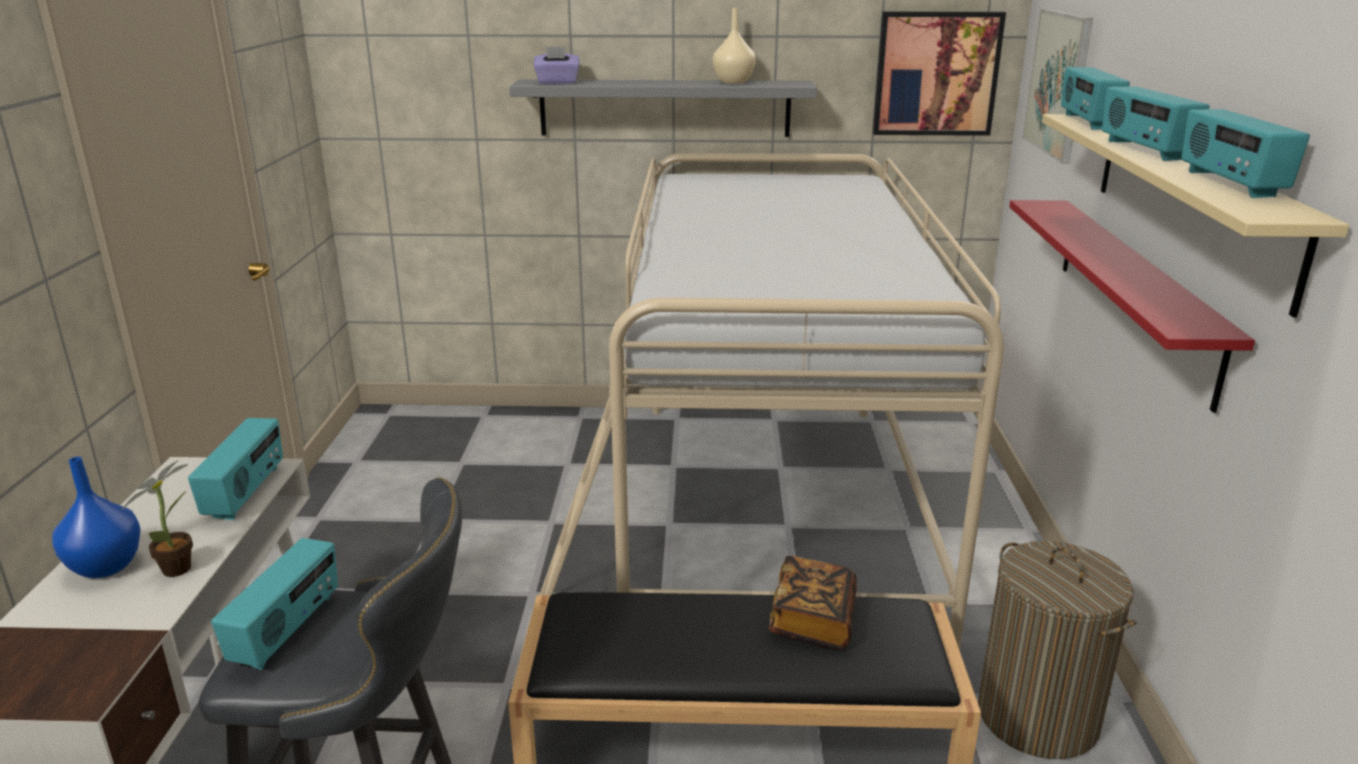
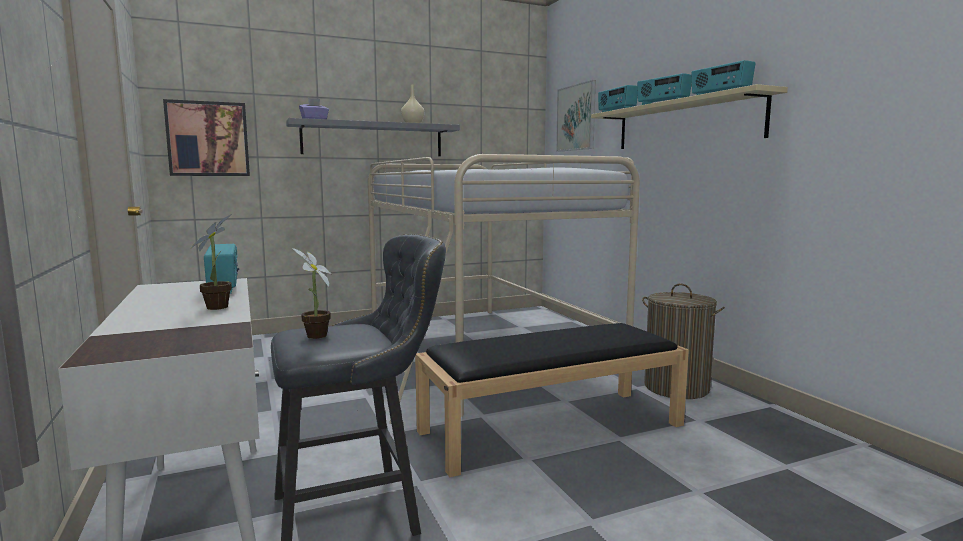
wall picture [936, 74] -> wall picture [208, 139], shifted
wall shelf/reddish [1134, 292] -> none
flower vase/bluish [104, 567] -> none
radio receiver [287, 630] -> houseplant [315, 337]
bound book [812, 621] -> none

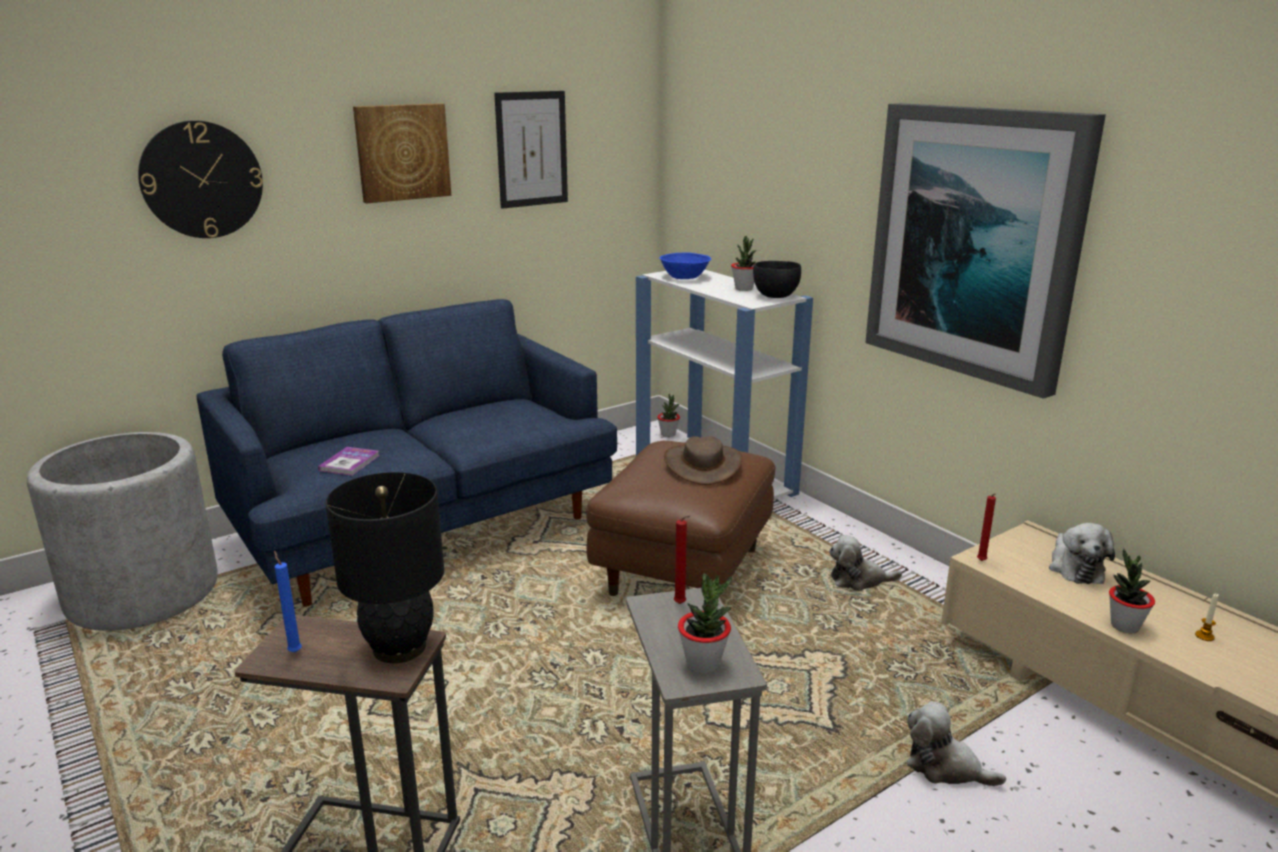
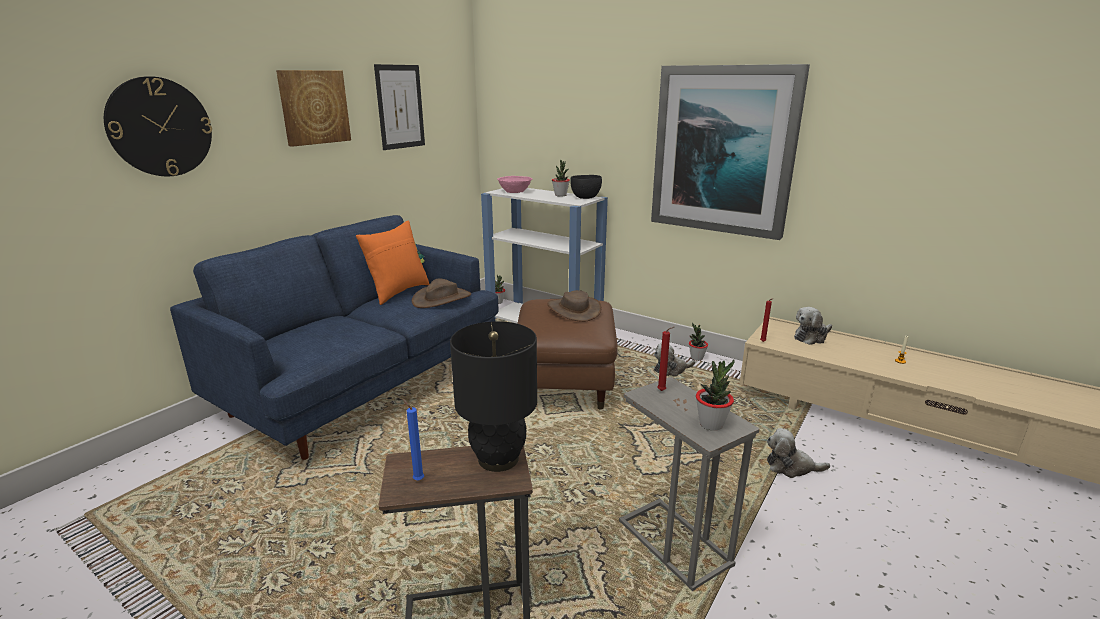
serving bowl/bluish [685, 277] -> serving bowl/pink [515, 192]
planter/gray [143, 592] -> none
bound book [349, 463] -> none
cuddly toy [1075, 567] -> cuddly toy [811, 337], 75 degrees clockwise
houseplant [1124, 626] -> houseplant [696, 358], shifted
none -> pillow/orange [398, 293]
none -> clothing hat/brownish [441, 299]

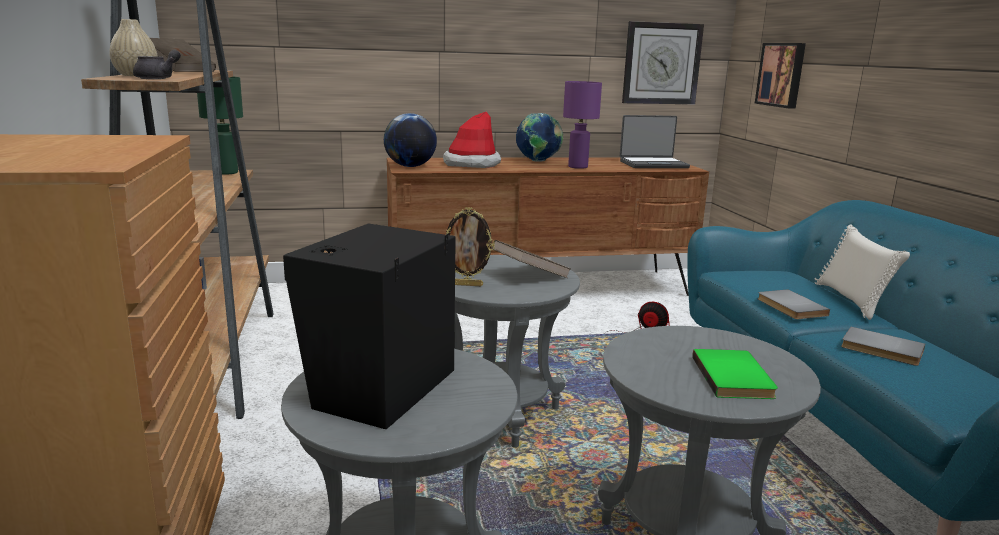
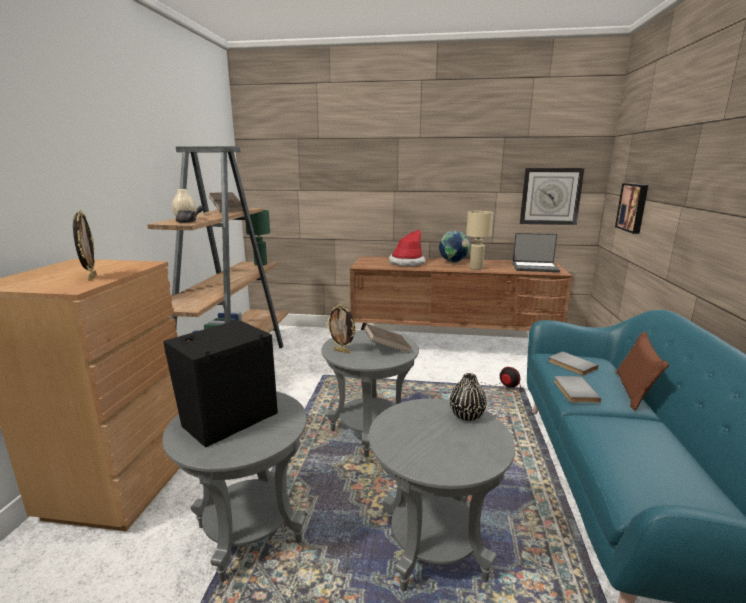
table lamp/purple [577, 167] -> table lamp/beige-coloured [476, 268]
world globe [410, 166] -> none
pillow/white [852, 301] -> pillow/brownish [634, 391]
bound book/gray [881, 350] -> bound book/gray [571, 365], shifted
bound book/greenish [735, 377] -> none
none -> standing frame [91, 277]
none -> flower vase/blackish [466, 416]

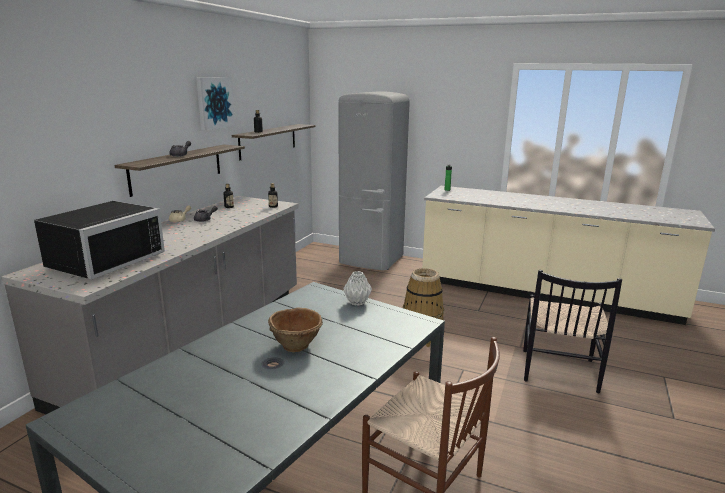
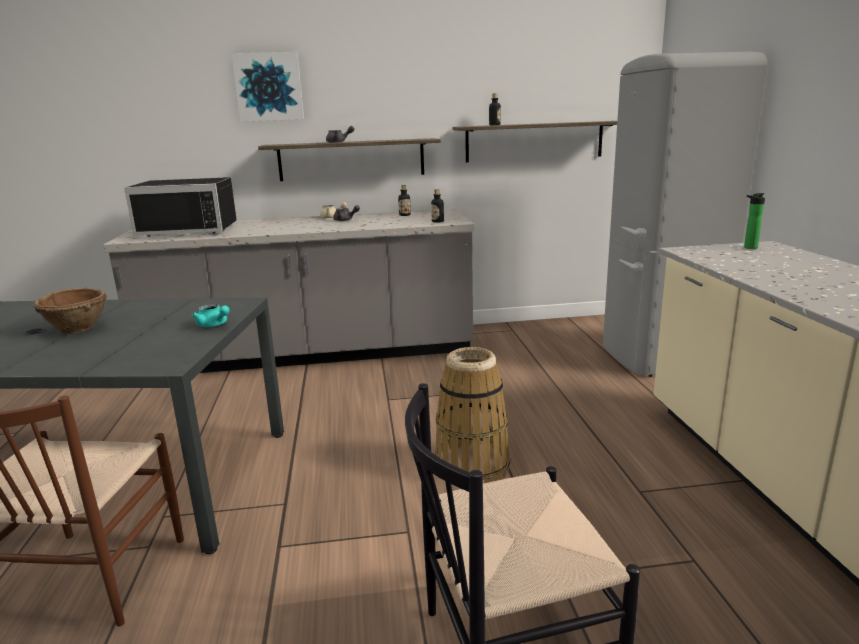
wall picture [215, 103] -> wall picture [269, 87], shifted
flower vase/gray [357, 302] -> teapot/turquoise [214, 325]

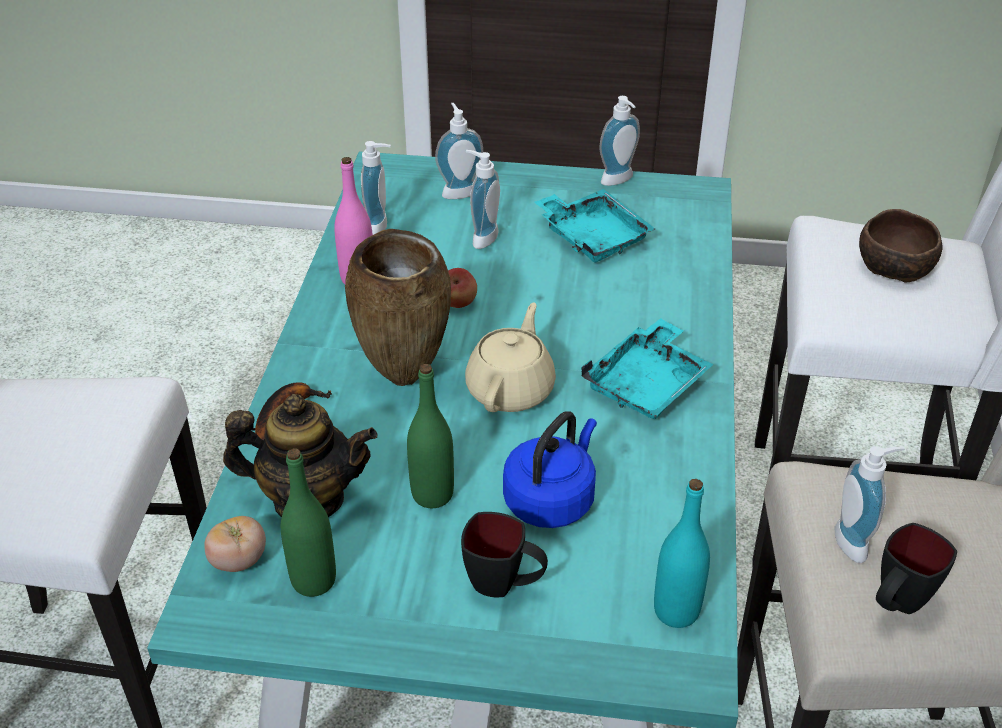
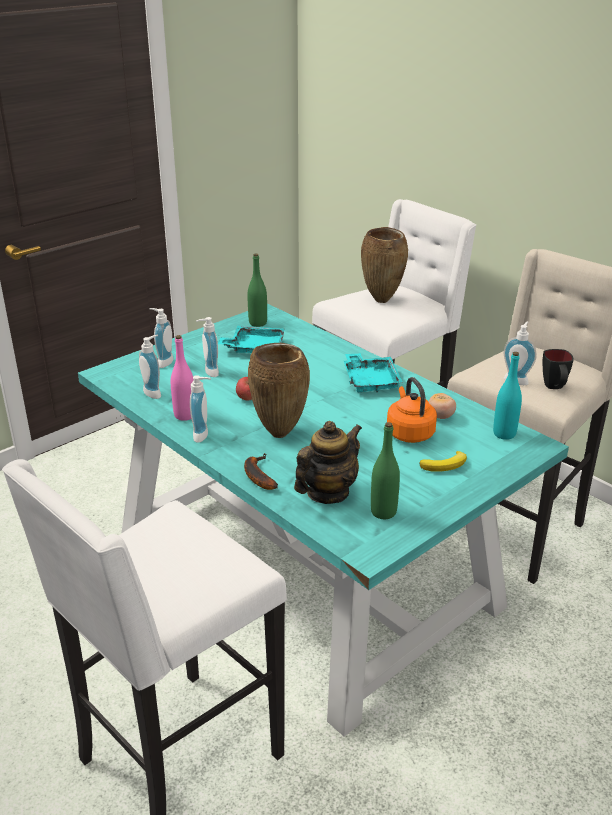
soap dispenser [619, 181] -> soap dispenser [204, 435], shifted
serving bowl/brownish [895, 267] -> flower vase/brownish [382, 301]
teapot/beige-coloured [511, 389] -> none
bottle/greenish [432, 494] -> bottle/greenish [258, 323], shifted
tea kettle/bluish [551, 499] -> tea kettle/orange [409, 432]
coffee mug/blackish [505, 585] -> banana [445, 465]
fresh tomato [239, 560] -> fresh tomato [441, 416], shifted

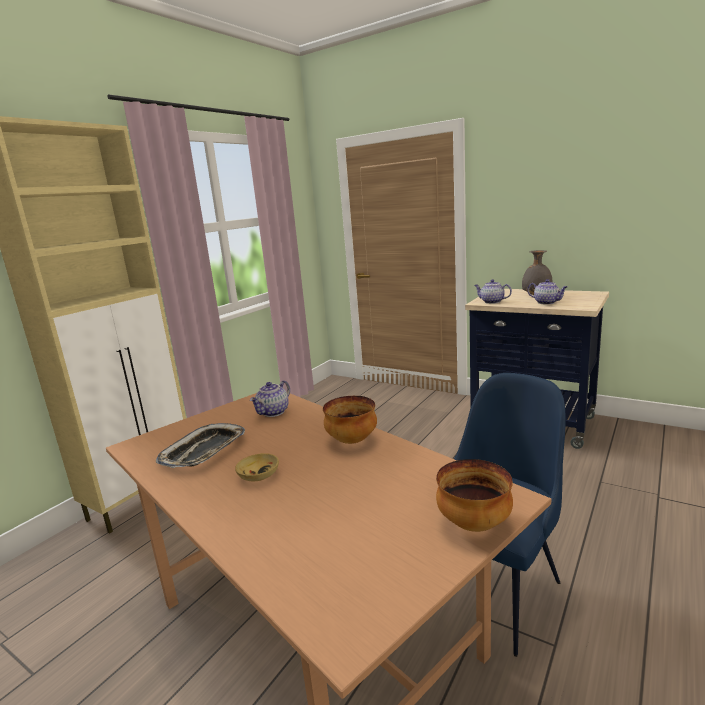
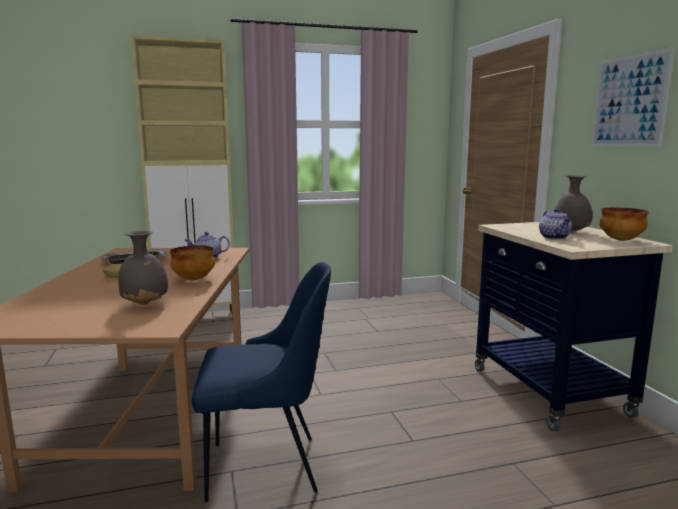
teapot [491, 302] -> none
serving bowl [473, 523] -> serving bowl [621, 240], shifted
none -> wall picture [629, 101]
none -> flower vase/gray [146, 304]

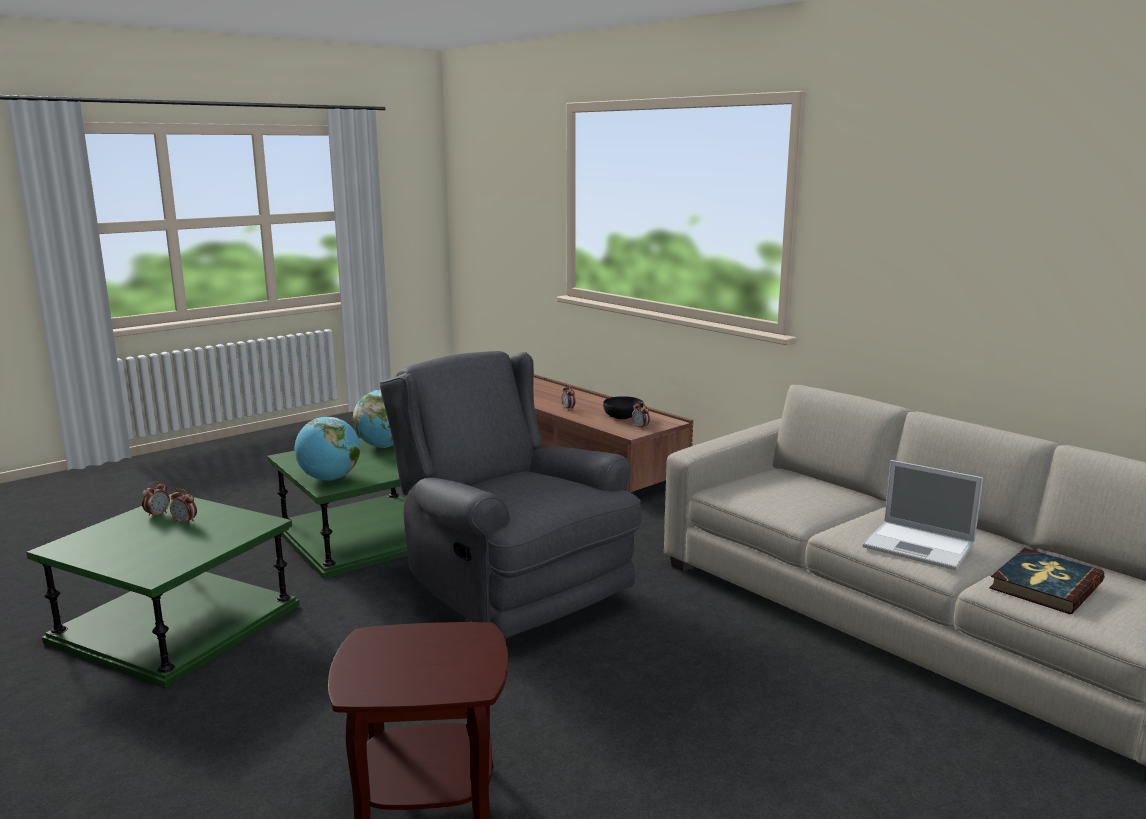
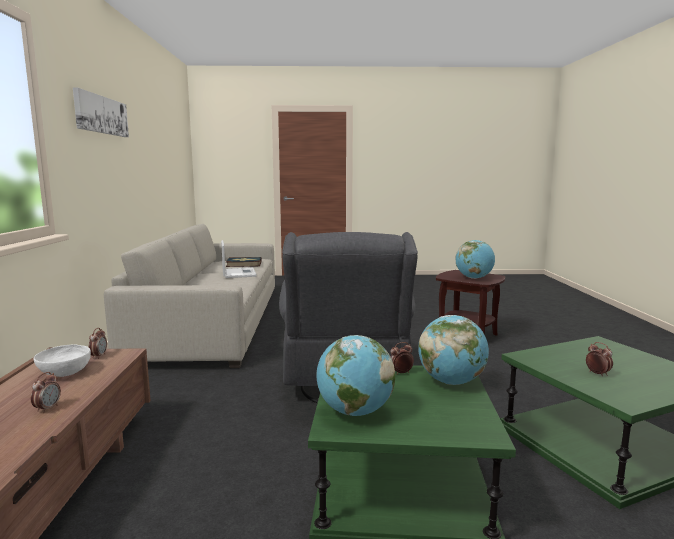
serving bowl/blackish [623, 417] -> serving bowl/white [64, 373]
alarm clock [158, 514] -> alarm clock [401, 373], shifted
none -> wall picture [101, 115]
none -> world globe [474, 278]

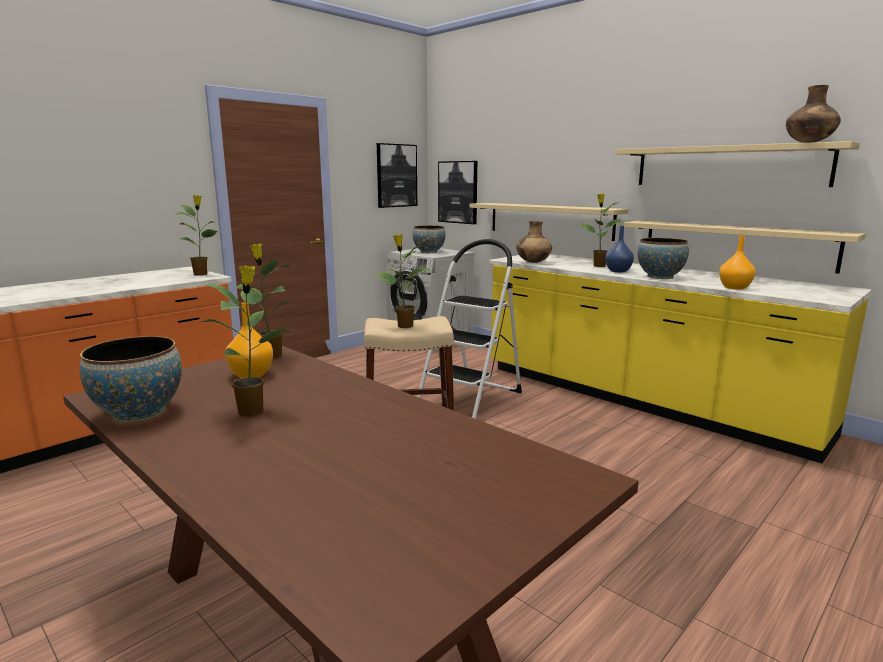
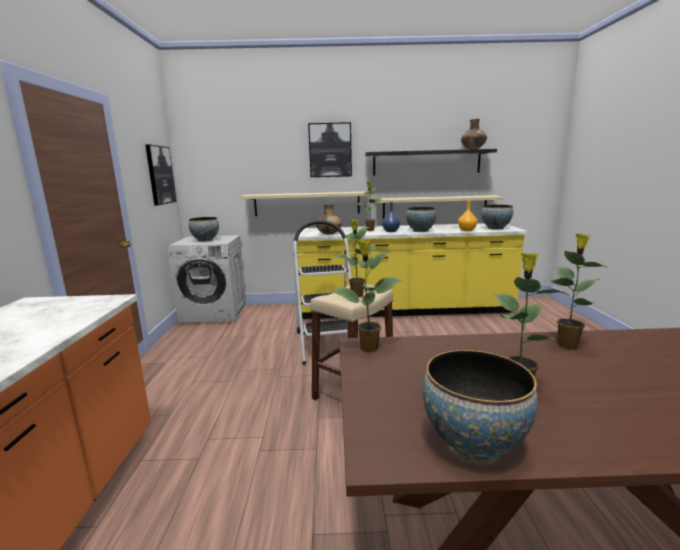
wall shelf/beige-coloured [728, 166] -> wall shelf/blackish [426, 162]
wall picture [458, 192] -> wall picture [330, 150], shifted
houseplant [201, 274] -> houseplant [567, 344], shifted
flower vase/orange [251, 374] -> none
none -> serving bowl [495, 228]

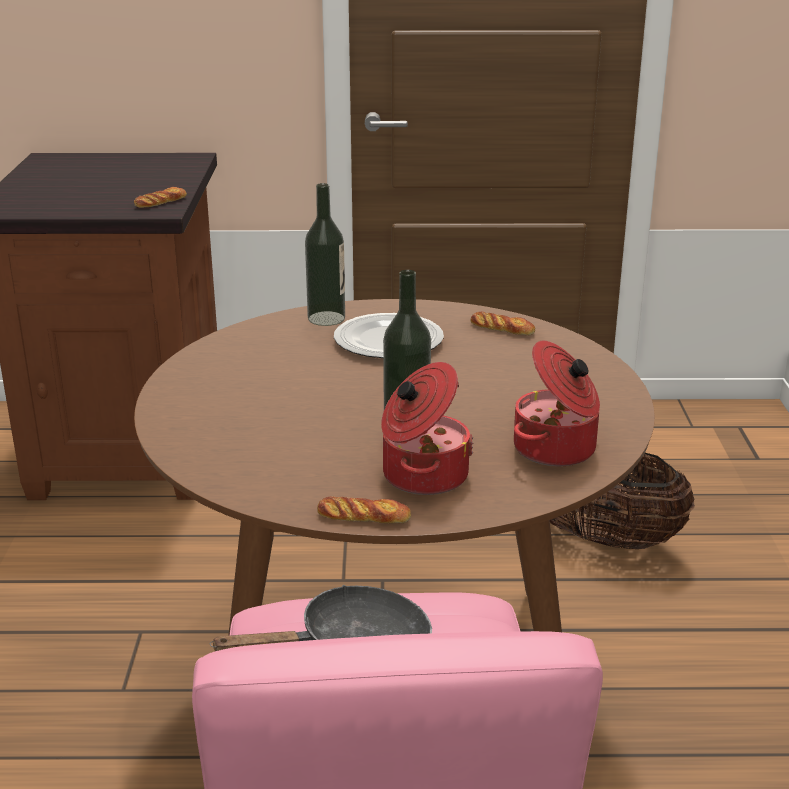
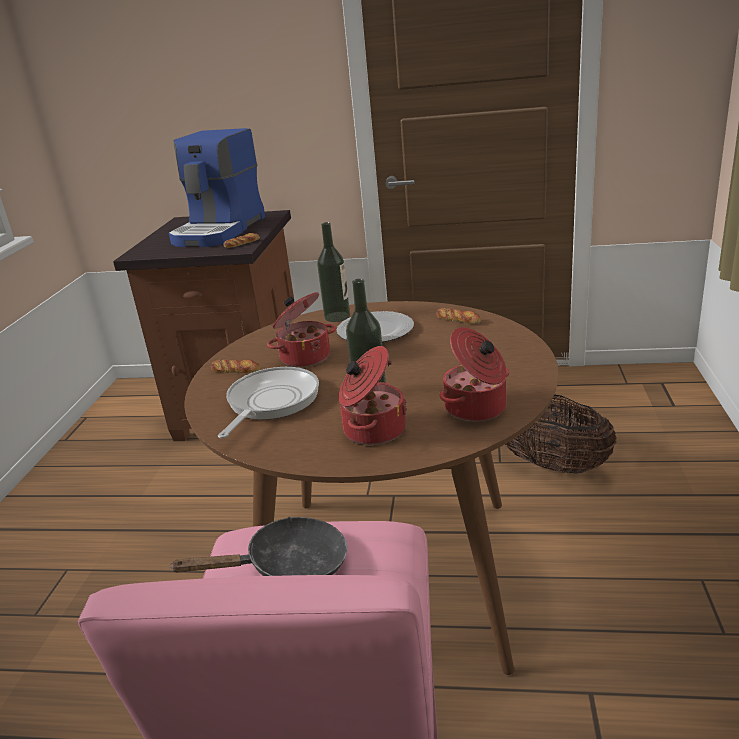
bakery bread [364, 517] -> bakery bread [236, 370], shifted
none -> coffee brewer [220, 231]
none -> stockpot [304, 356]
none -> skillet [270, 402]

